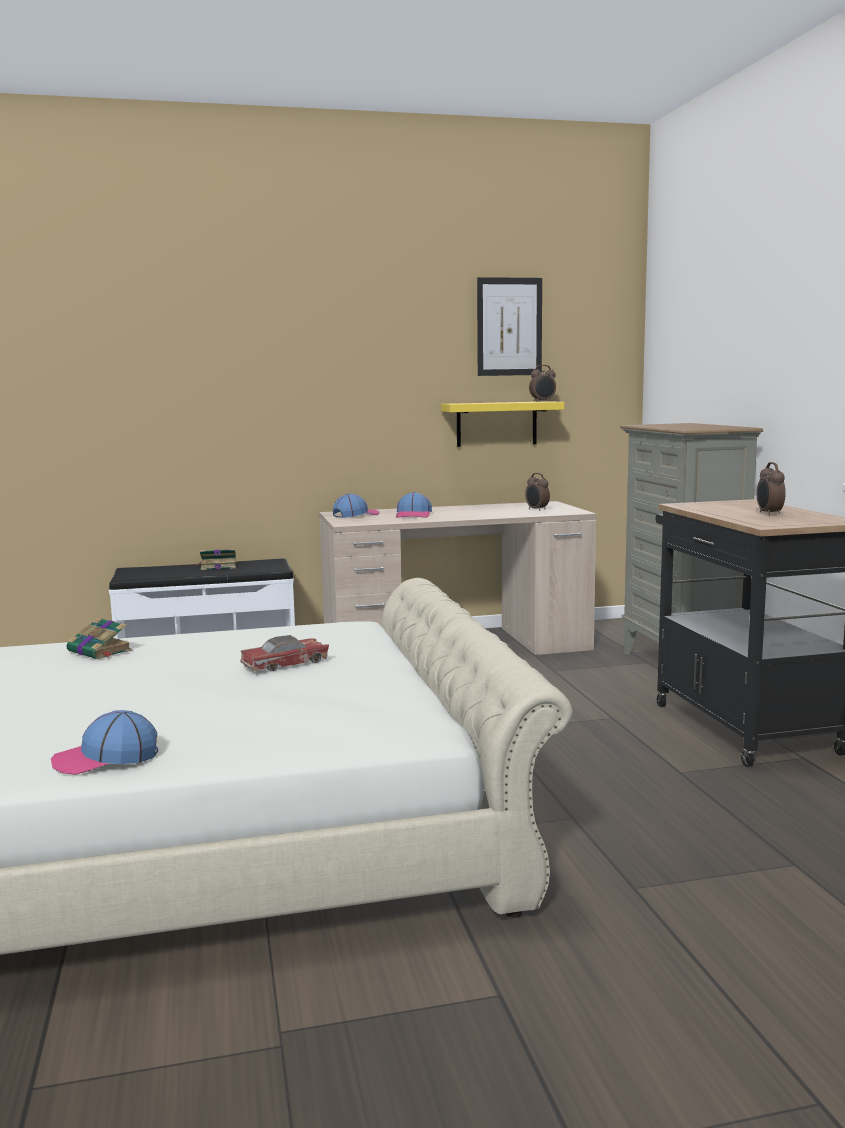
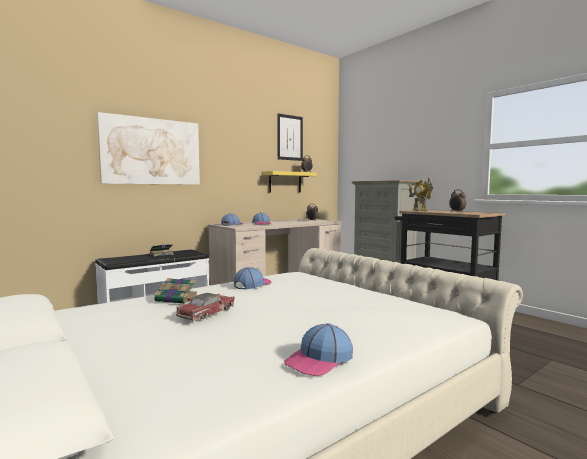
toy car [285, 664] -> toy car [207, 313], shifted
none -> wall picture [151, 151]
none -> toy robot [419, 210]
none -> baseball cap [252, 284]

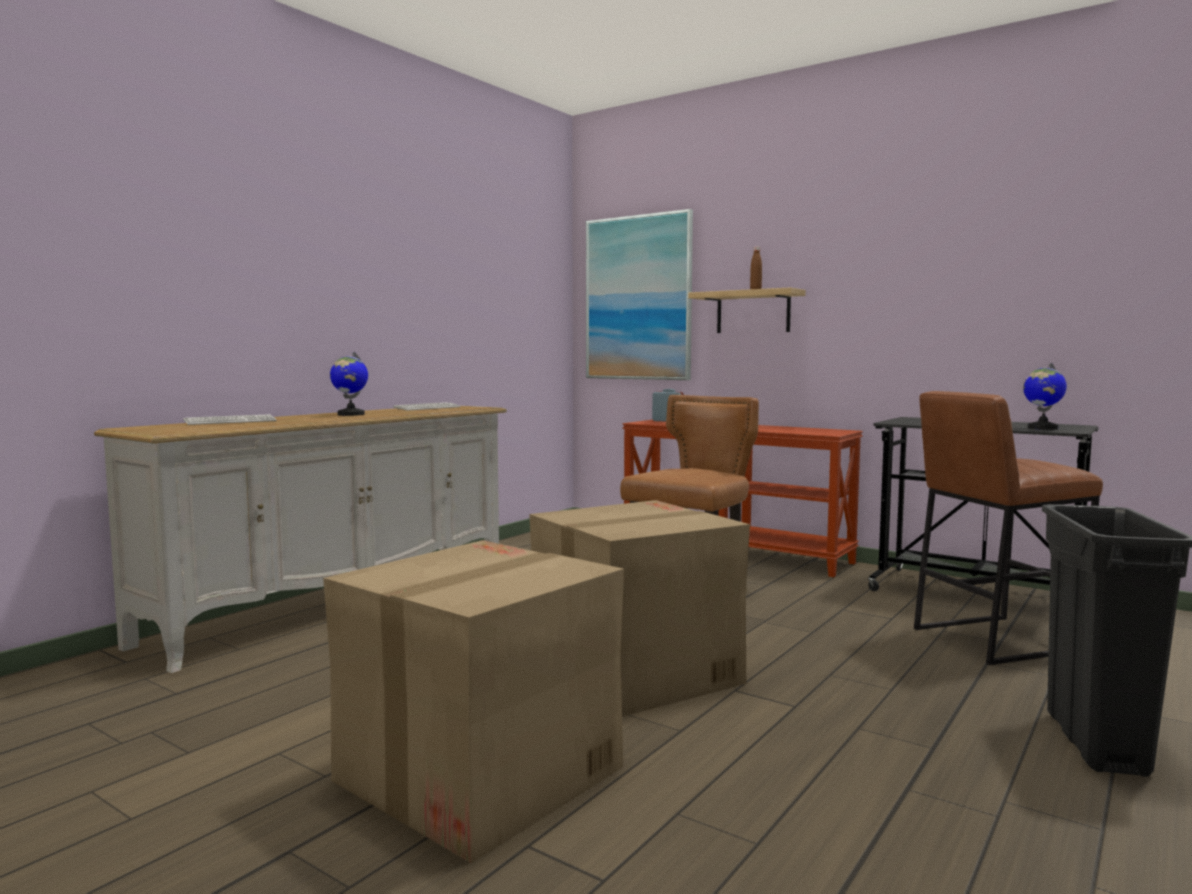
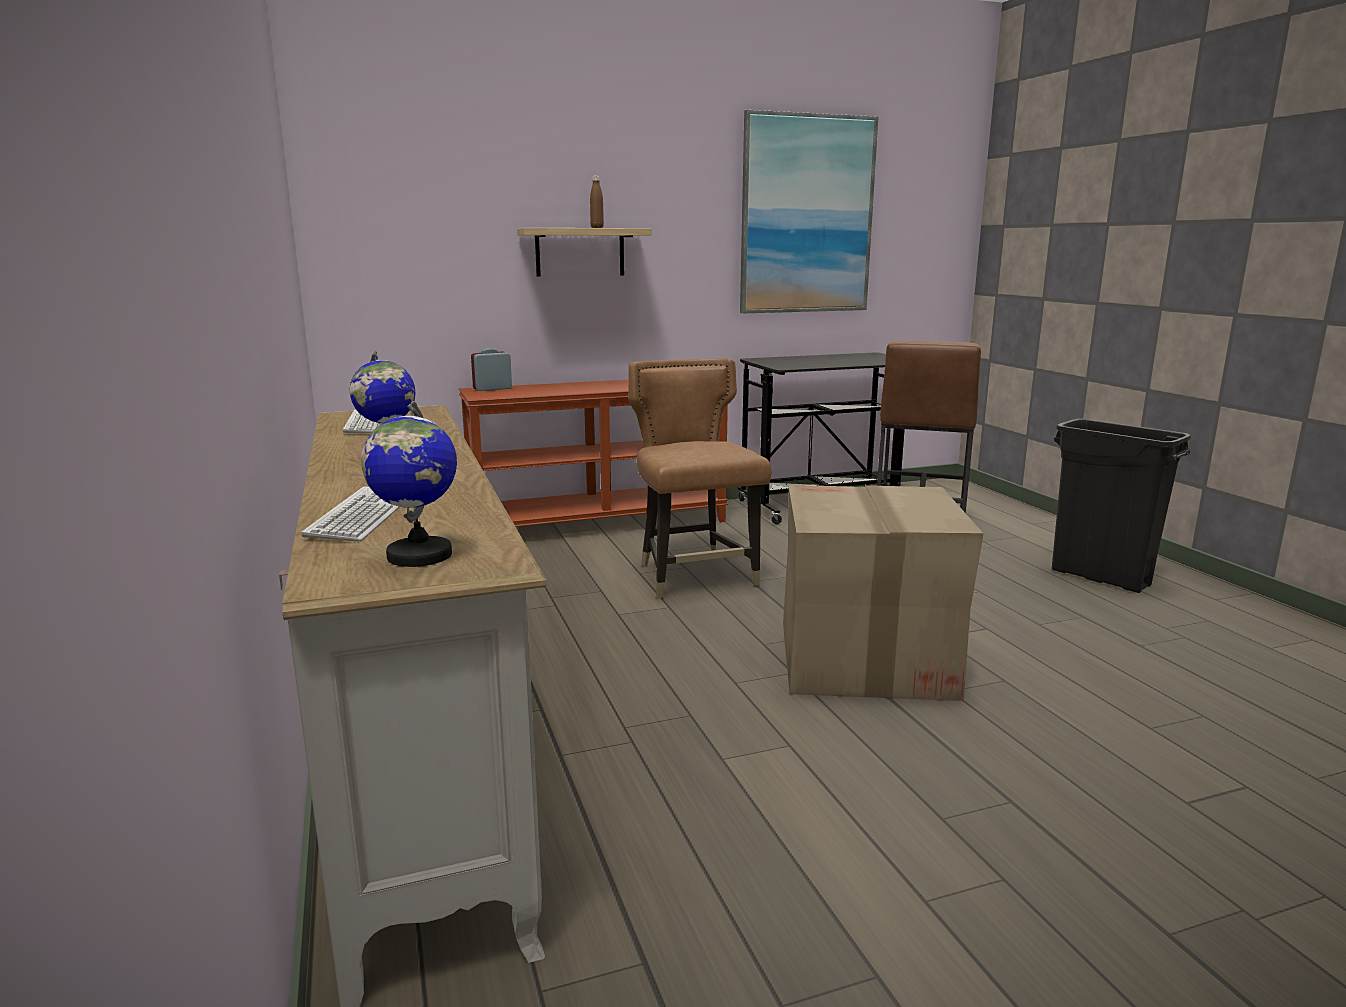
wall picture [638, 298] -> wall picture [806, 215], shifted
world globe [1042, 428] -> world globe [418, 555], shifted
carton [477, 774] -> none

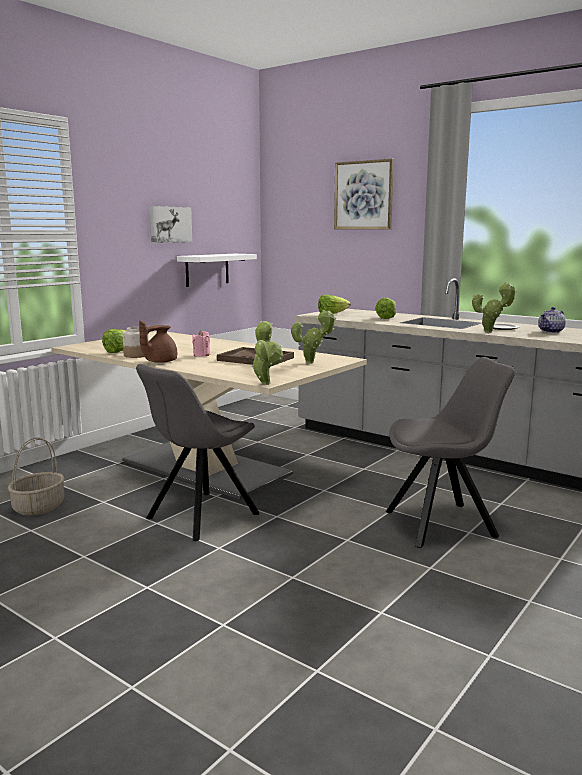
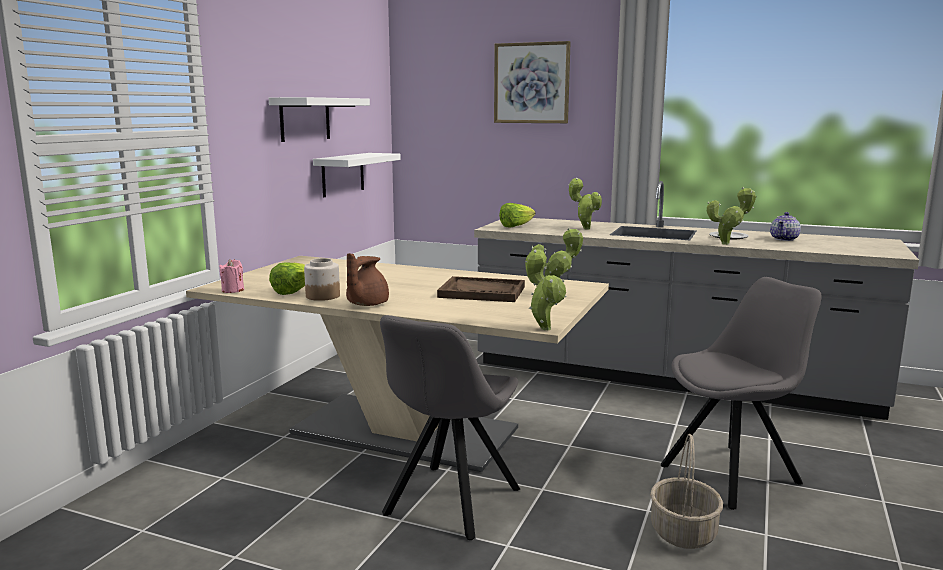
wall picture [169, 224] -> wall shelf/white [305, 119]
lettuce [386, 318] -> houseplant [584, 228]
candle/pink [201, 355] -> candle/pink [233, 290], shifted
storage basket [39, 507] -> storage basket [682, 532], shifted

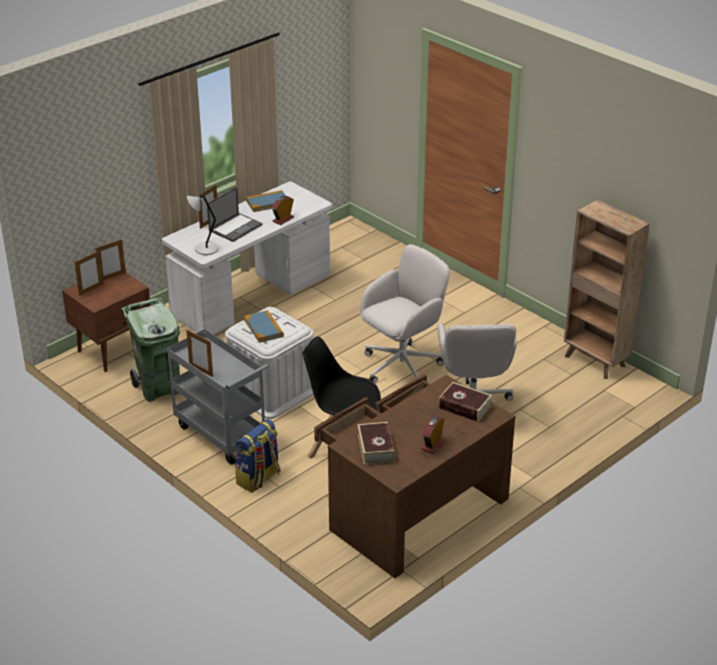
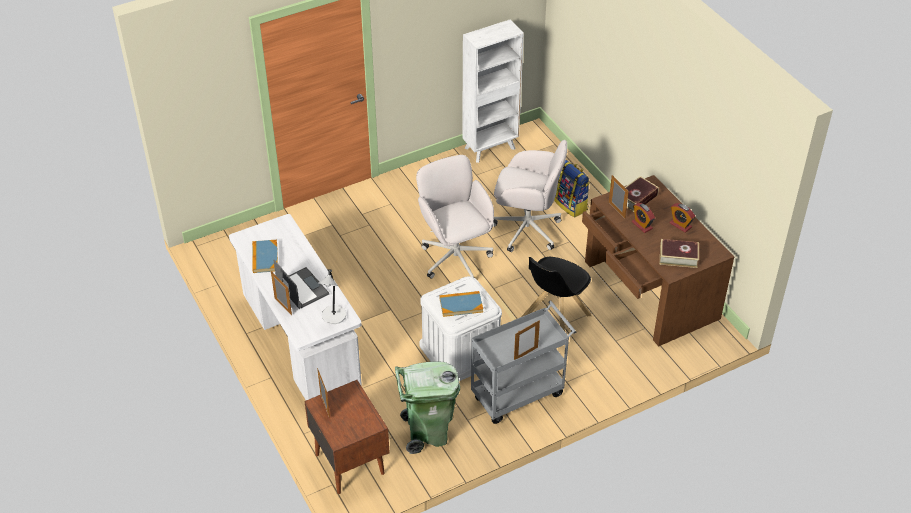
alarm clock [283, 219] -> alarm clock [642, 225], shifted
bookshelf/brownish [595, 362] -> bookshelf/white [491, 148]
standing frame [91, 289] -> standing frame [616, 210], shifted
knapsack [259, 479] -> knapsack [571, 205], shifted

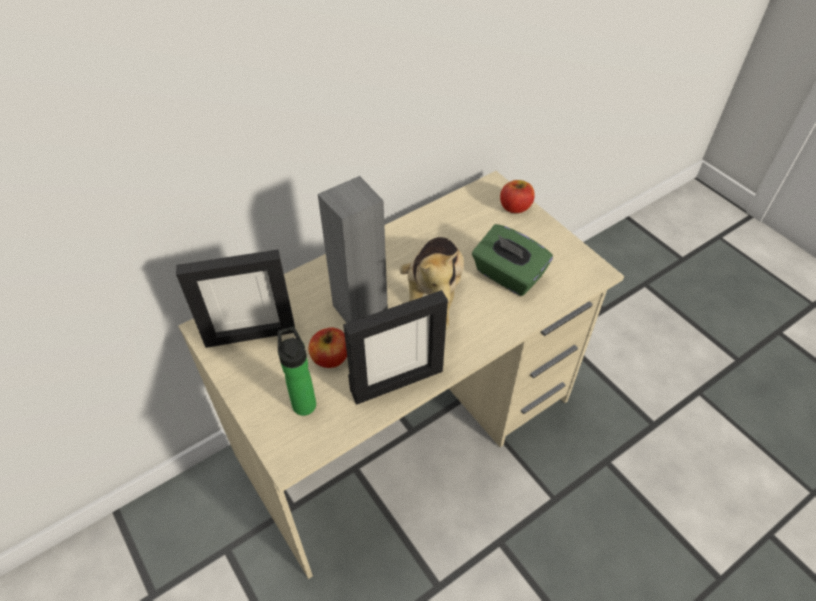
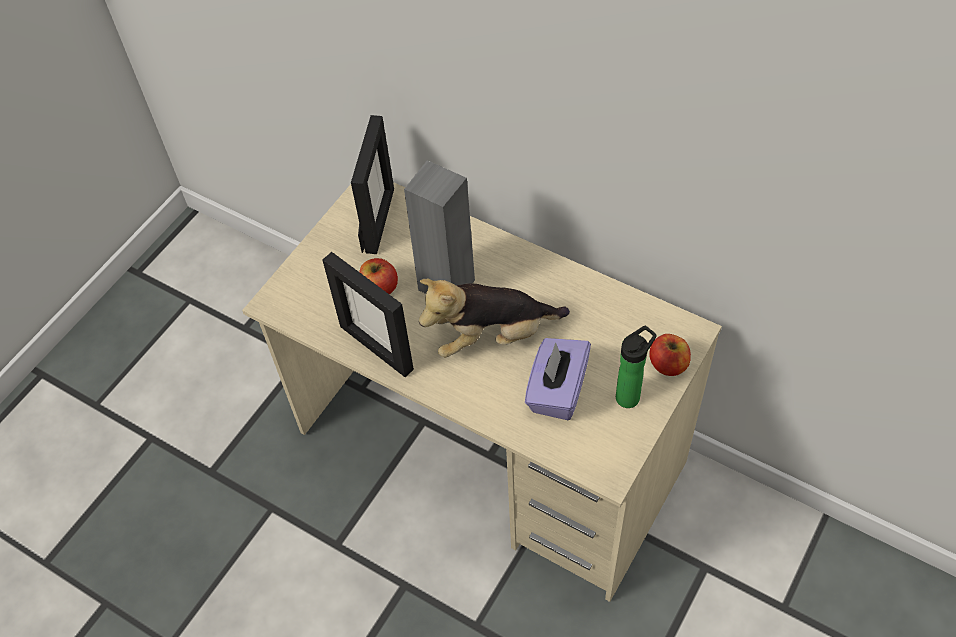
box of tissues/greenish [507, 275] -> box of tissues/purple [557, 391]
standing frame [250, 333] -> standing frame [378, 220], 135 degrees counterclockwise
bottle [303, 402] -> bottle [630, 395], shifted

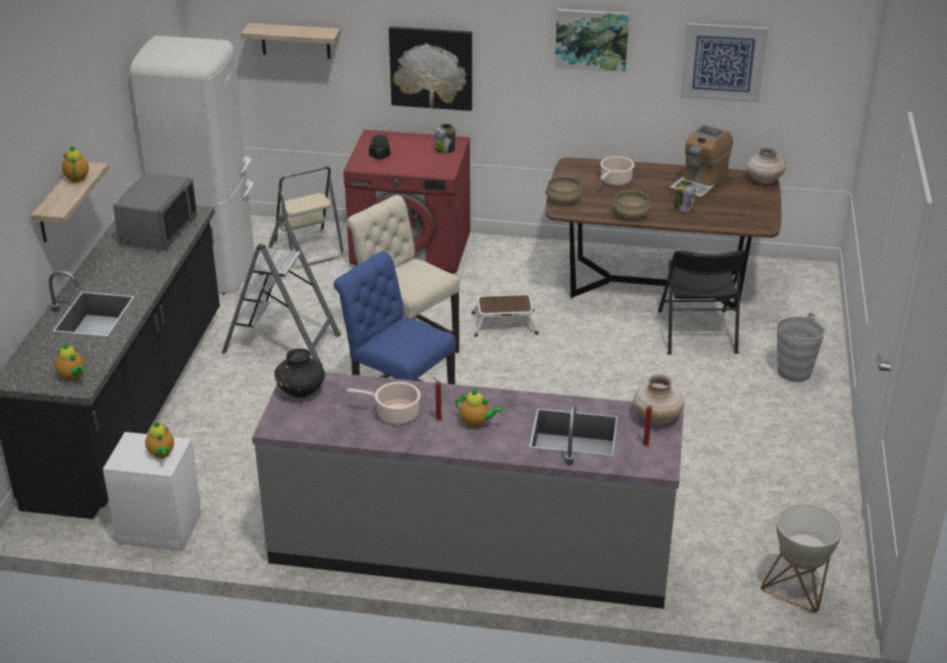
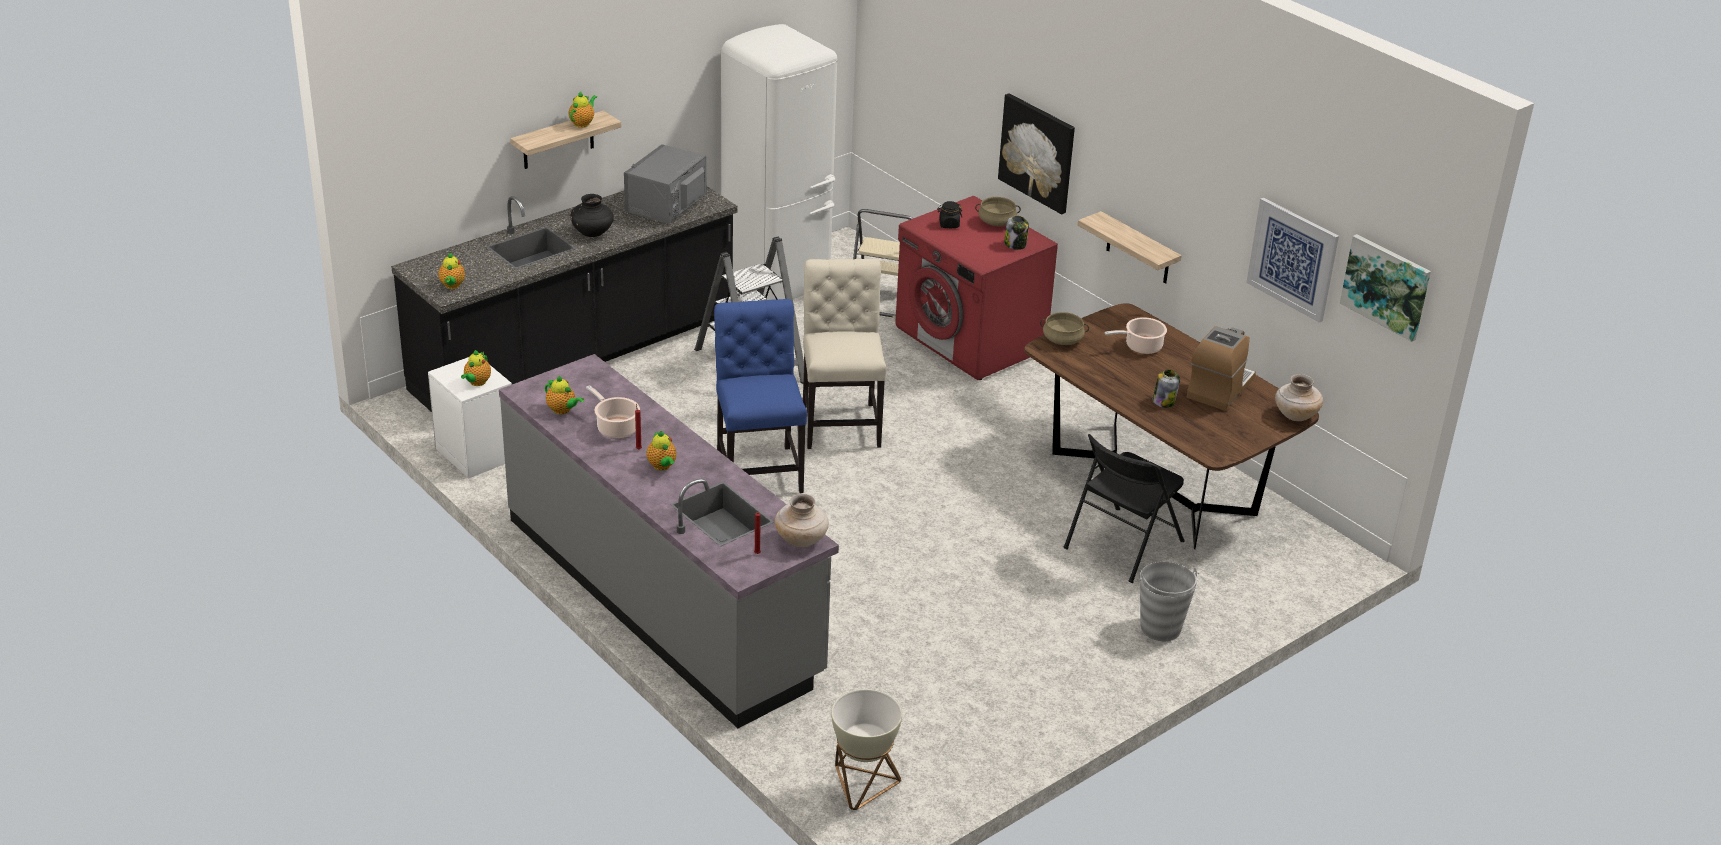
wall picture [591, 39] -> wall picture [1386, 286], shifted
wall shelf [295, 40] -> wall shelf [1138, 249], shifted
coffee brewer [699, 185] -> coffee brewer [1219, 389], 135 degrees clockwise
microwave oven/gray [157, 230] -> microwave oven/gray [667, 205], 150 degrees clockwise
stockpot/beige-coloured [630, 214] -> stockpot/beige-coloured [997, 222], shifted
step ladder/brownish [504, 324] -> none
flower vase/blackish [301, 391] -> flower vase/blackish [592, 233], shifted
none -> teapot [562, 410]

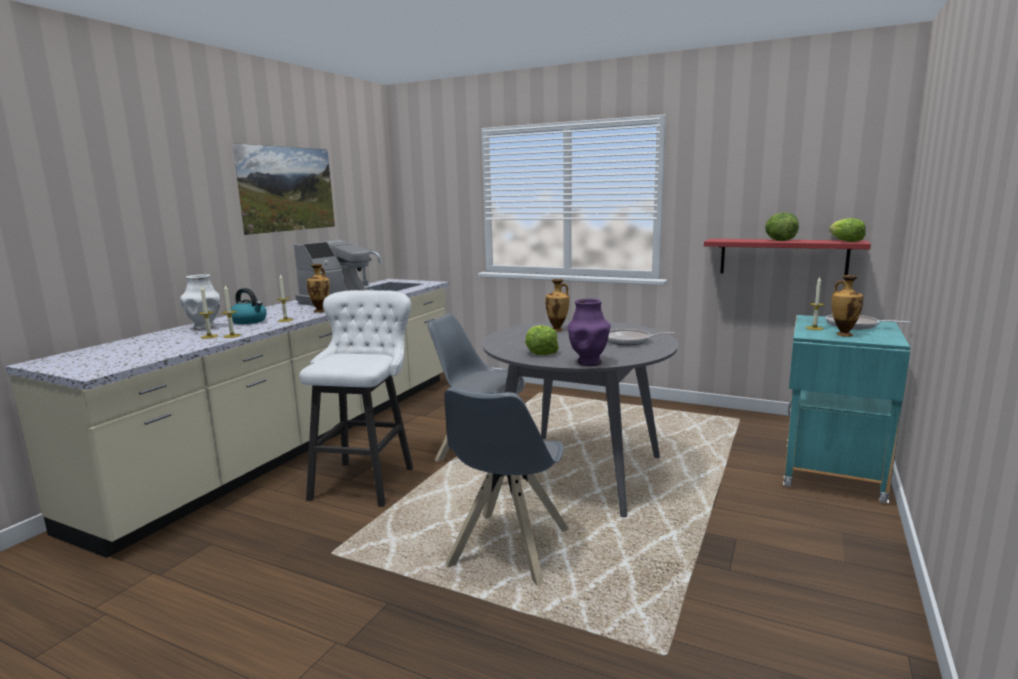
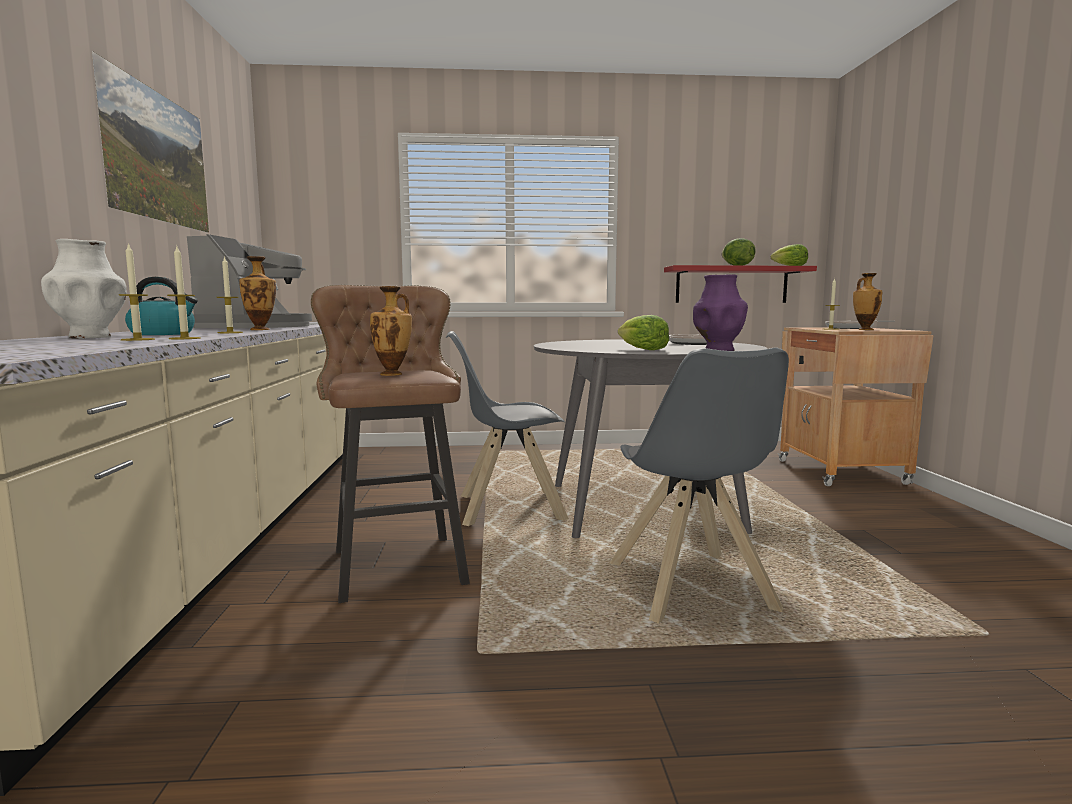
flower vase [557, 330] -> flower vase [393, 374], shifted
stool/white [368, 477] -> stool/brownish [397, 558]
wheeled cart/turquoise [832, 474] -> wheeled cart/brownish [841, 473]

